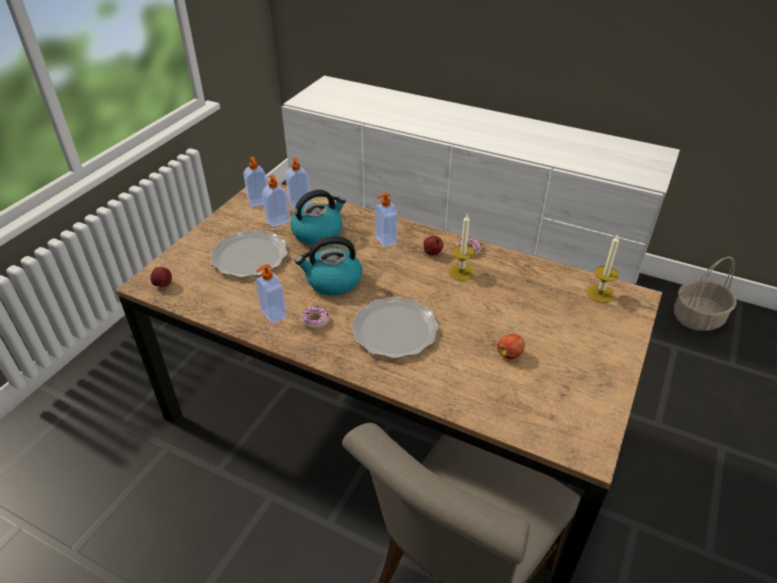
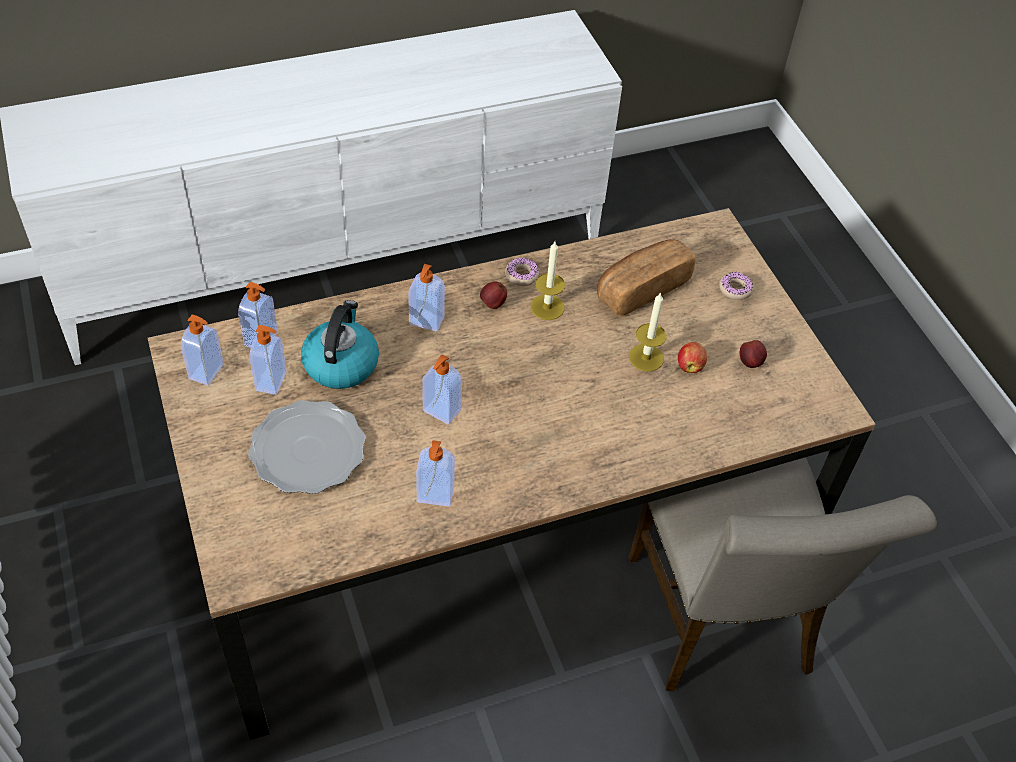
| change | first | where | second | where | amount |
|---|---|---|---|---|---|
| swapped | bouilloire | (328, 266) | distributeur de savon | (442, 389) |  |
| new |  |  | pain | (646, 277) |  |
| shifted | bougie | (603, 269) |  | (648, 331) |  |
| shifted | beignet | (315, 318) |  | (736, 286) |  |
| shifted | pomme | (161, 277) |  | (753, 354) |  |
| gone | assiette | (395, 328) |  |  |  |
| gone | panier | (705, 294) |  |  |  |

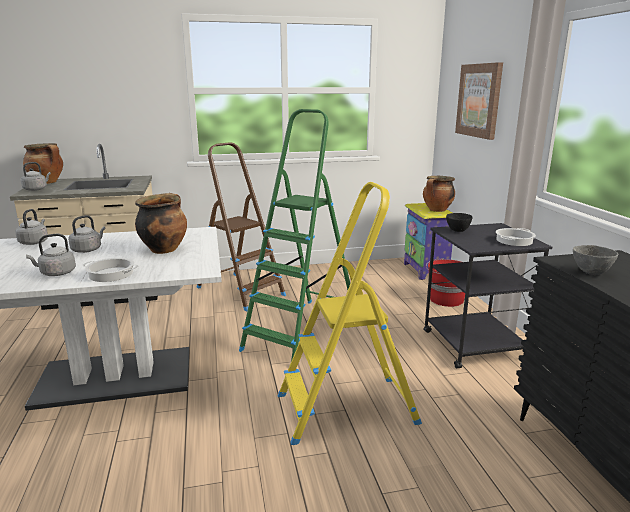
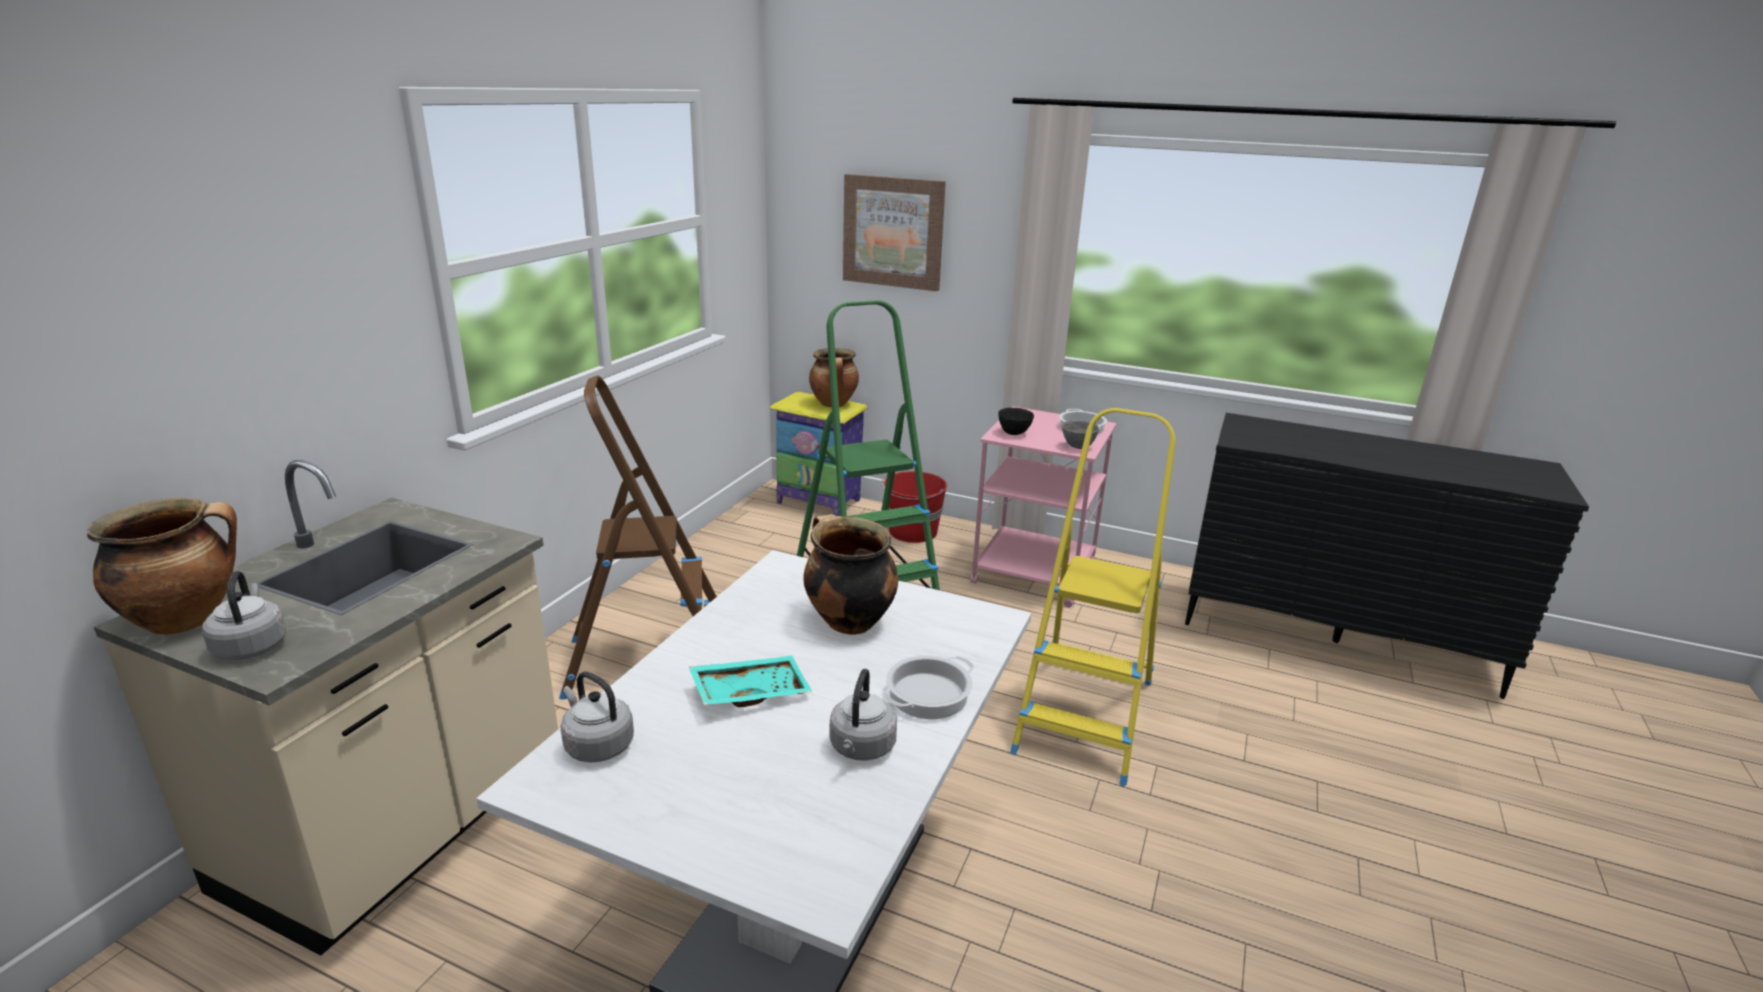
| change | first | where | second | where | amount |
|---|---|---|---|---|---|
| swapped | bouilloire/gris | (87, 234) | plateau/turquoise | (750, 681) |  |
| repainted | chariot/noir | (487, 296) | chariot/rose | (1043, 507) |  |
| shifted | bol/gris | (595, 260) |  | (1080, 434) |  |

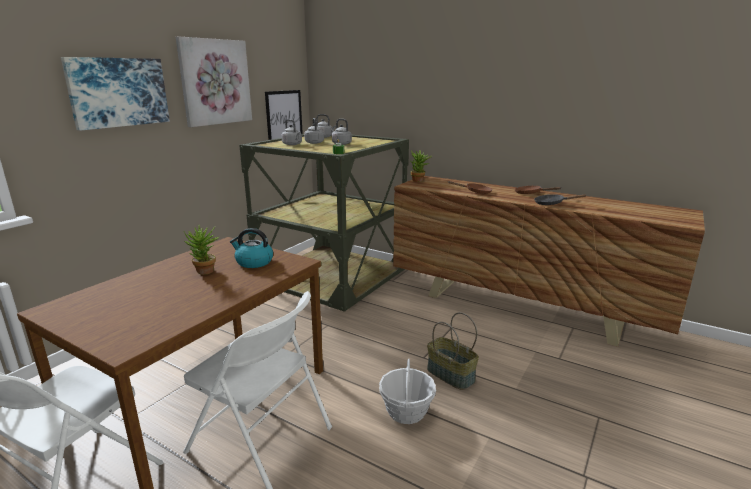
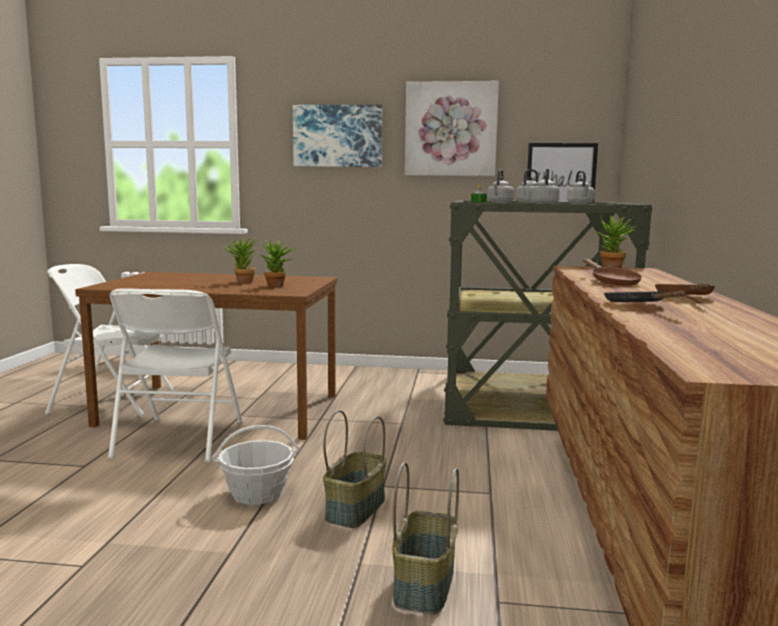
| change | first | where | second | where | amount |
|---|---|---|---|---|---|
| swapped | bouilloire | (251, 248) | plante en pot | (278, 263) |  |
| new |  |  | panier | (425, 538) |  |

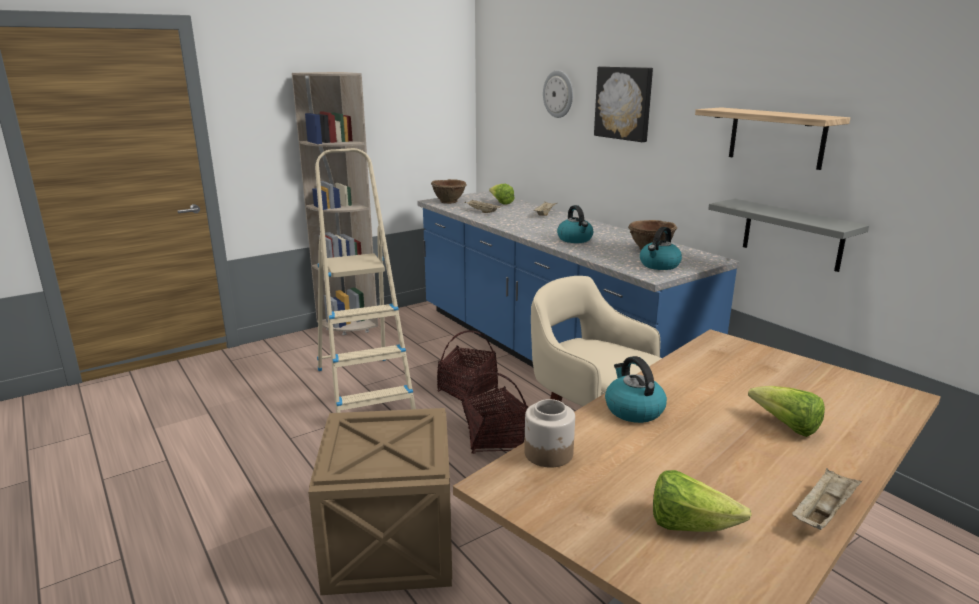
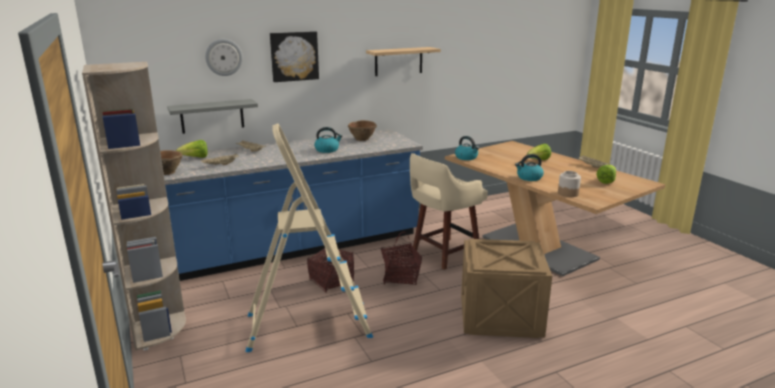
| change | first | where | second | where | amount |
|---|---|---|---|---|---|
| shifted | étagère/gris | (788, 235) |  | (212, 116) |  |
| shifted | bouilloire | (661, 248) |  | (467, 148) |  |

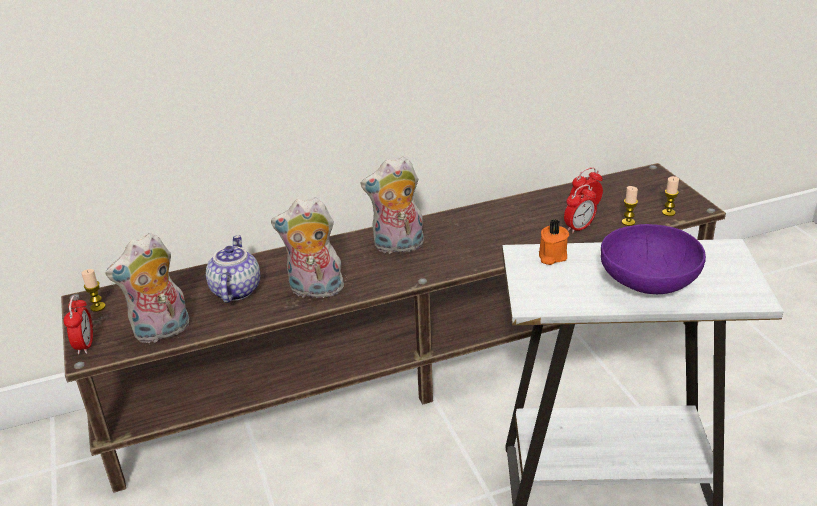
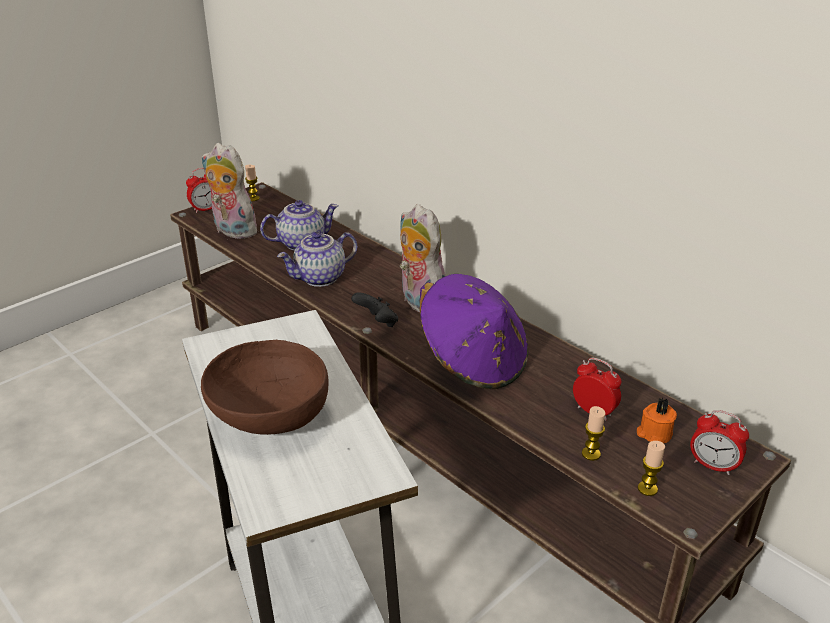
| change | first | where | second | where | amount |
|---|---|---|---|---|---|
| repainted | bol/violet | (653, 259) | bol/marron | (265, 387) |  |
| swapped | peluche | (308, 247) | théière | (317, 259) |  |
| new |  |  | manette/noir | (374, 309) |  |
| new |  |  | chapeau/violet | (474, 331) |  |
| shifted | bougie/orange | (554, 242) |  | (657, 420) |  |
| shifted | réveil | (580, 209) |  | (719, 442) |  |

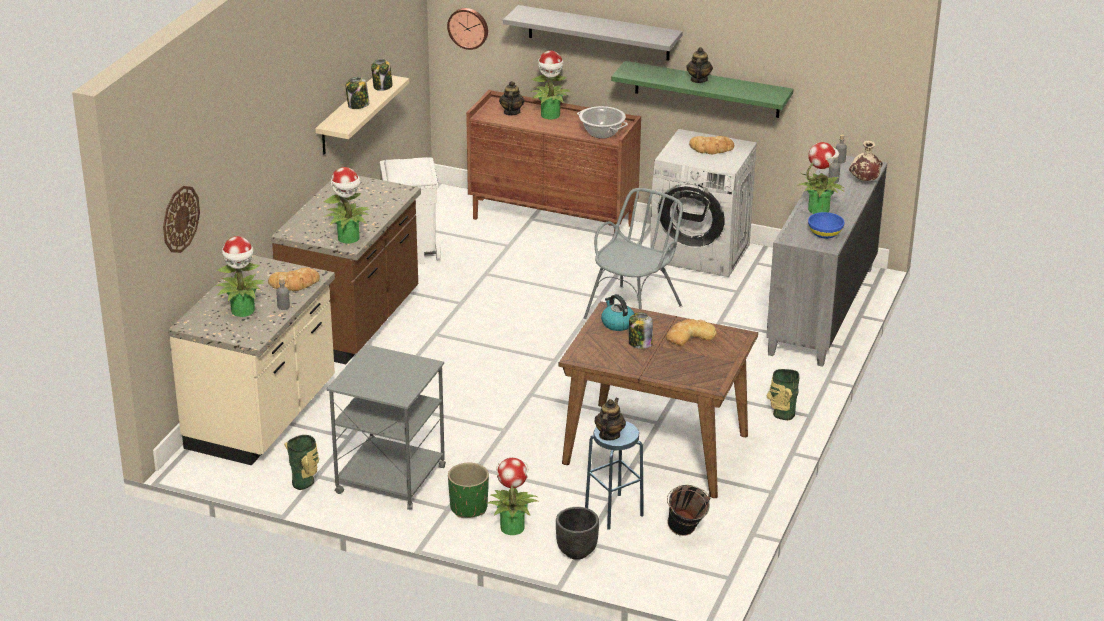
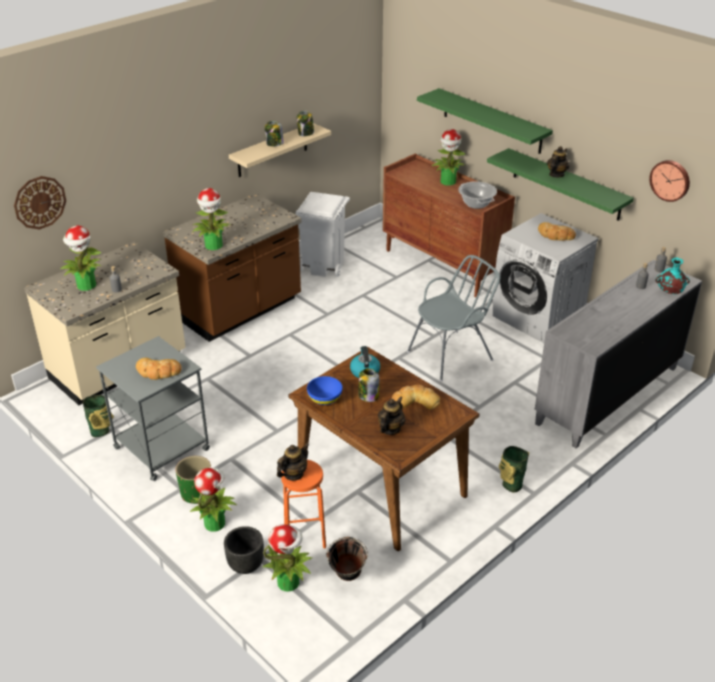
| change | first | where | second | where | amount |
|---|---|---|---|---|---|
| shifted | pain | (294, 279) |  | (159, 369) |  |
| shifted | plante en pot | (821, 178) |  | (287, 558) |  |
| repainted | tabouret/bleu | (614, 475) | tabouret/orange | (303, 504) |  |
| shifted | bol/bleu | (826, 225) |  | (325, 390) |  |
| shifted | théière | (512, 98) |  | (391, 415) |  |
| repainted | étagère/gris | (593, 33) | étagère/vert | (485, 121) |  |
| shifted | horloge murale | (467, 29) |  | (669, 181) |  |
| repainted | vase/beige | (866, 161) | vase/turquoise | (672, 276) |  |

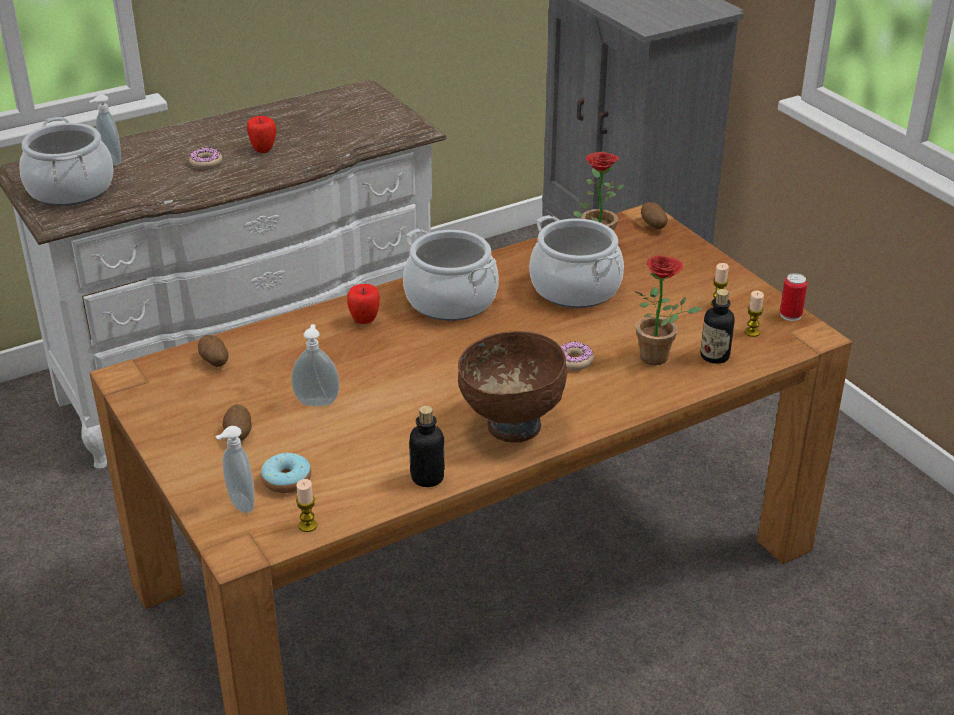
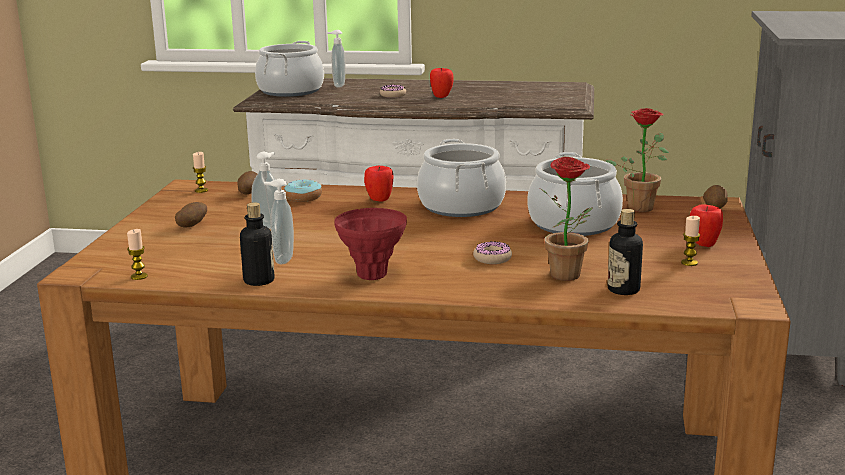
| change | first | where | second | where | amount |
|---|---|---|---|---|---|
| shifted | bougie | (754, 314) |  | (200, 172) |  |
| shifted | distributeur de savon | (234, 469) |  | (279, 221) |  |
| shifted | beignet | (286, 473) |  | (303, 191) |  |
| swapped | bol/marron | (512, 387) | vase/rouge | (370, 244) |  |
| new |  |  | pomme | (706, 225) |  |
| gone | boîte métallique | (793, 297) |  |  |  |

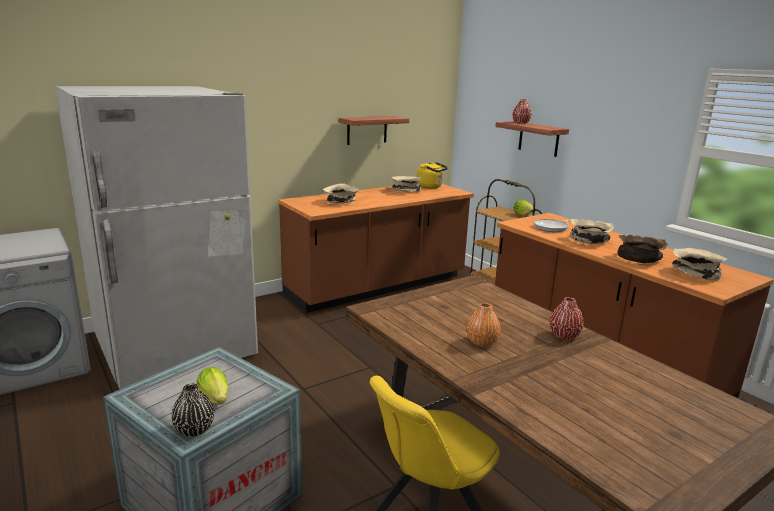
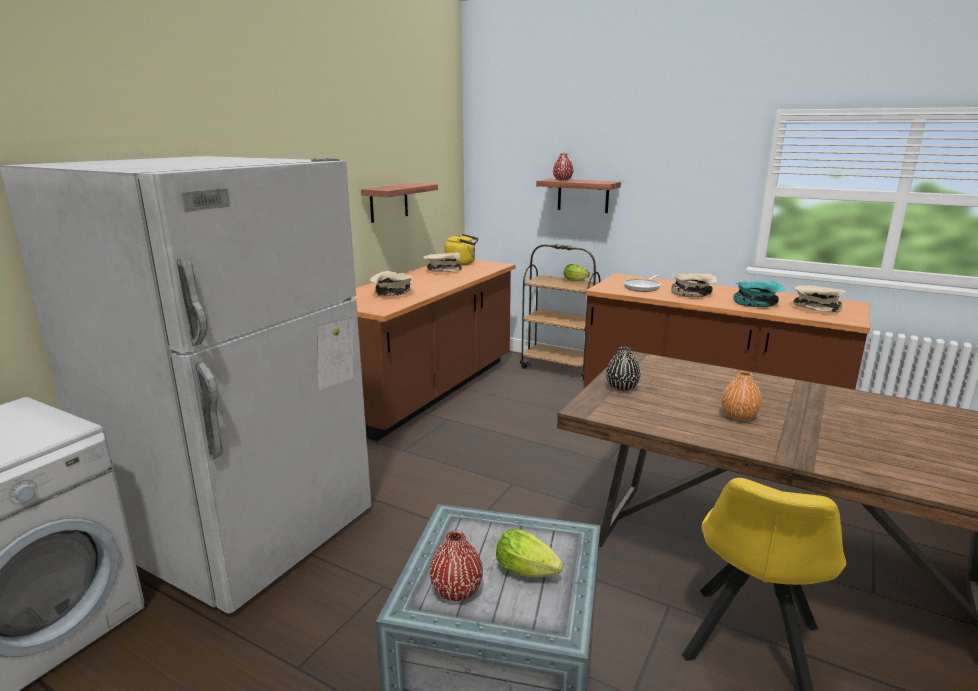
| change | first | where | second | where | amount |
|---|---|---|---|---|---|
| shifted | vase/rouge | (567, 318) |  | (456, 566) |  |
| shifted | vase/noir | (193, 410) |  | (623, 369) |  |
| repainted | bol/marron | (643, 249) | bol/turquoise | (759, 294) |  |

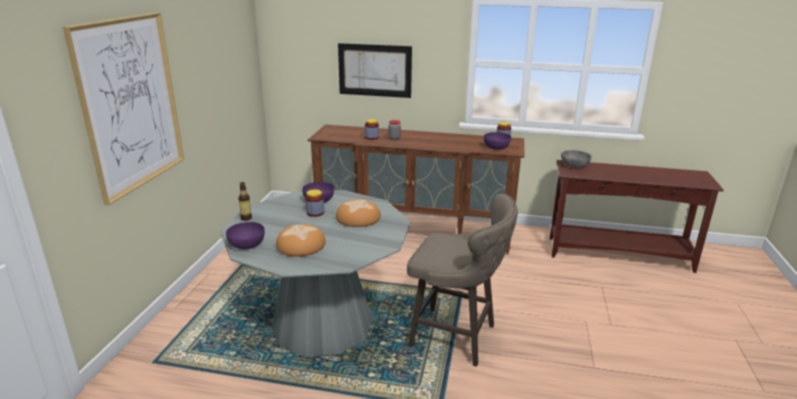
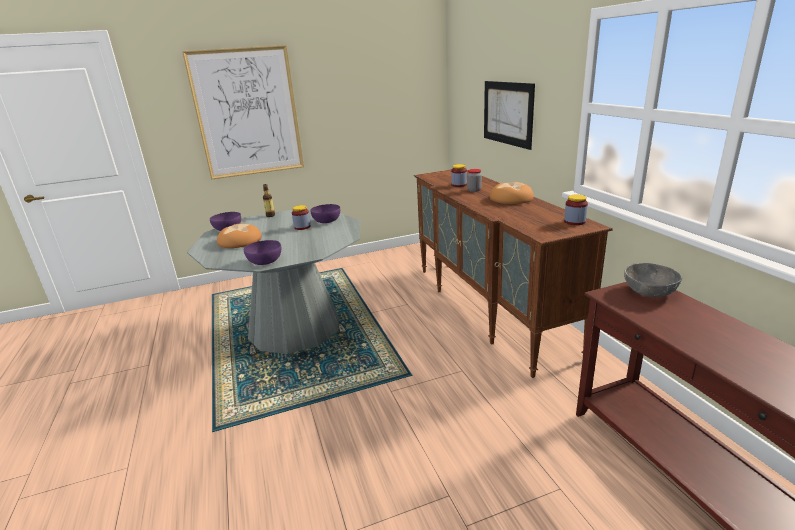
| change | first | where | second | where | amount |
|---|---|---|---|---|---|
| shifted | bol/violet | (497, 141) |  | (262, 252) |  |
| shifted | pain | (358, 213) |  | (512, 193) |  |
| gone | tabouret/beige | (462, 280) |  |  |  |

